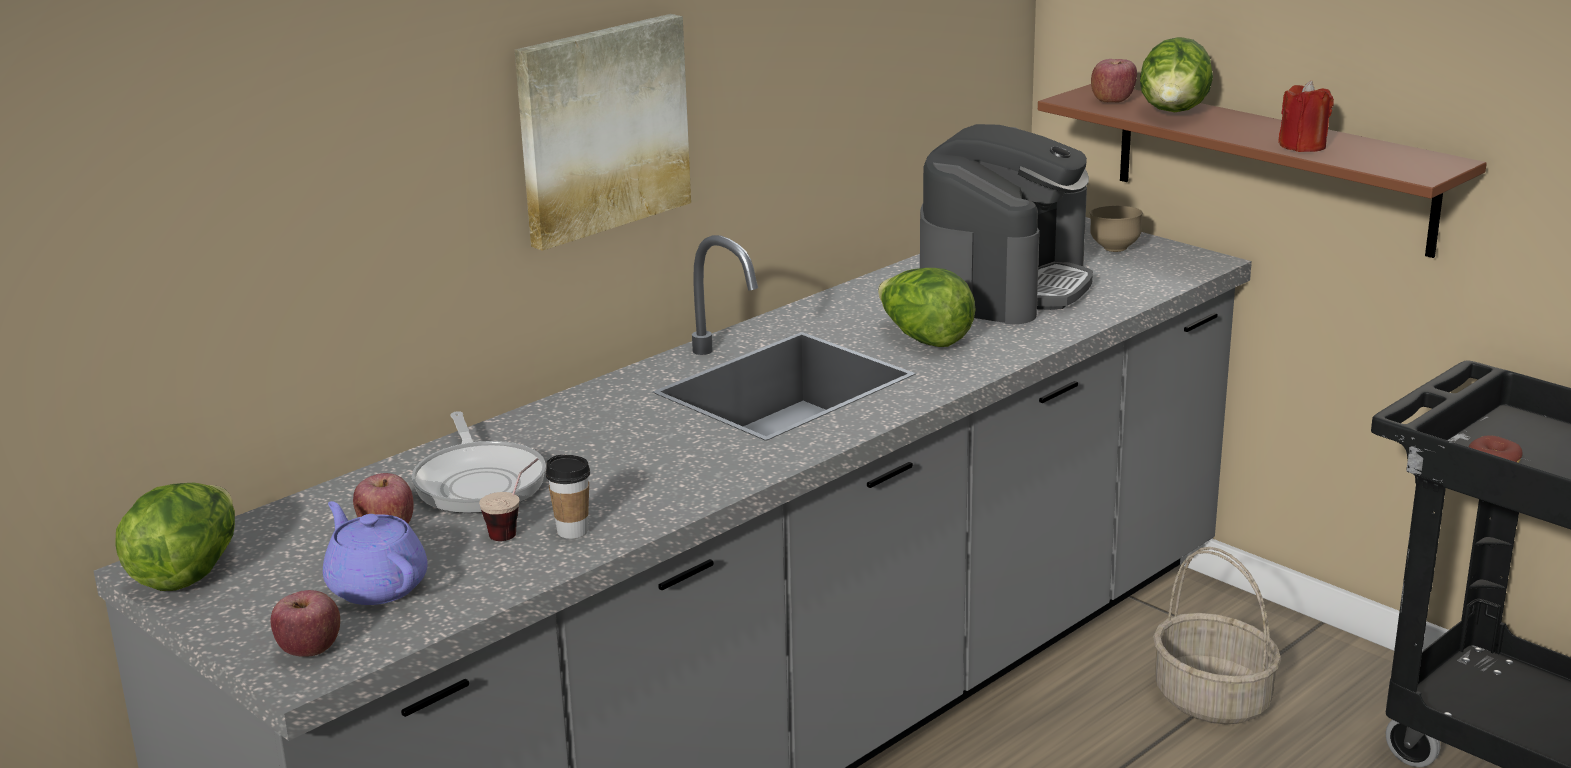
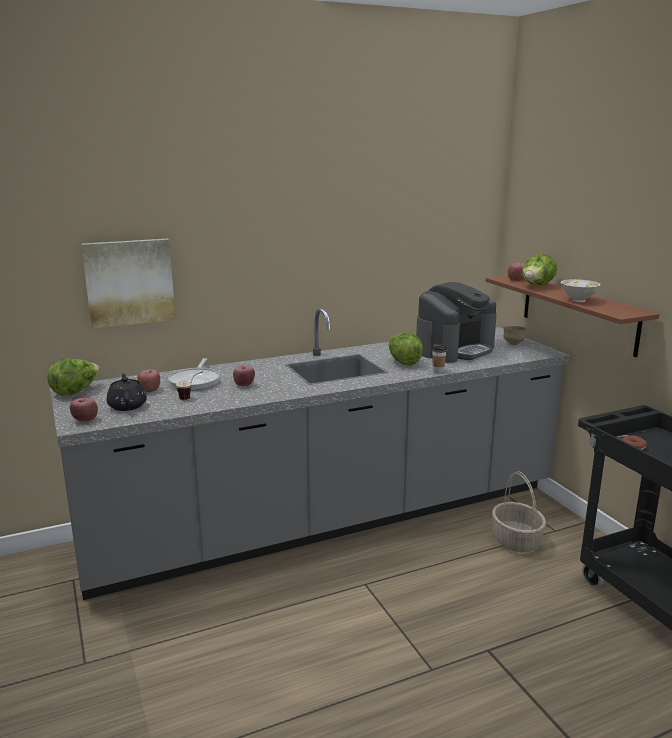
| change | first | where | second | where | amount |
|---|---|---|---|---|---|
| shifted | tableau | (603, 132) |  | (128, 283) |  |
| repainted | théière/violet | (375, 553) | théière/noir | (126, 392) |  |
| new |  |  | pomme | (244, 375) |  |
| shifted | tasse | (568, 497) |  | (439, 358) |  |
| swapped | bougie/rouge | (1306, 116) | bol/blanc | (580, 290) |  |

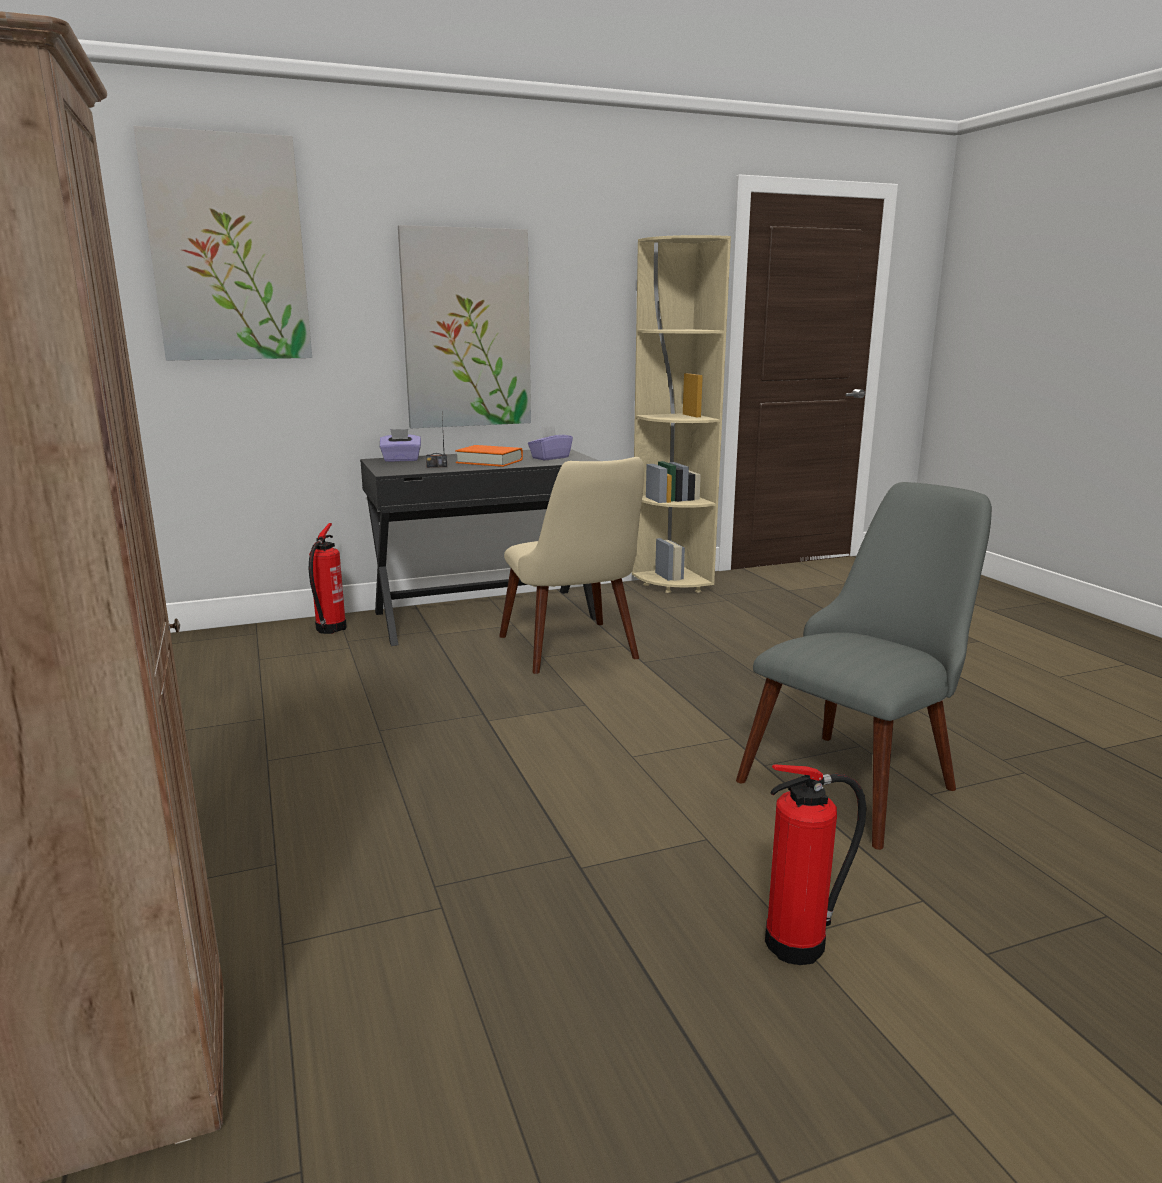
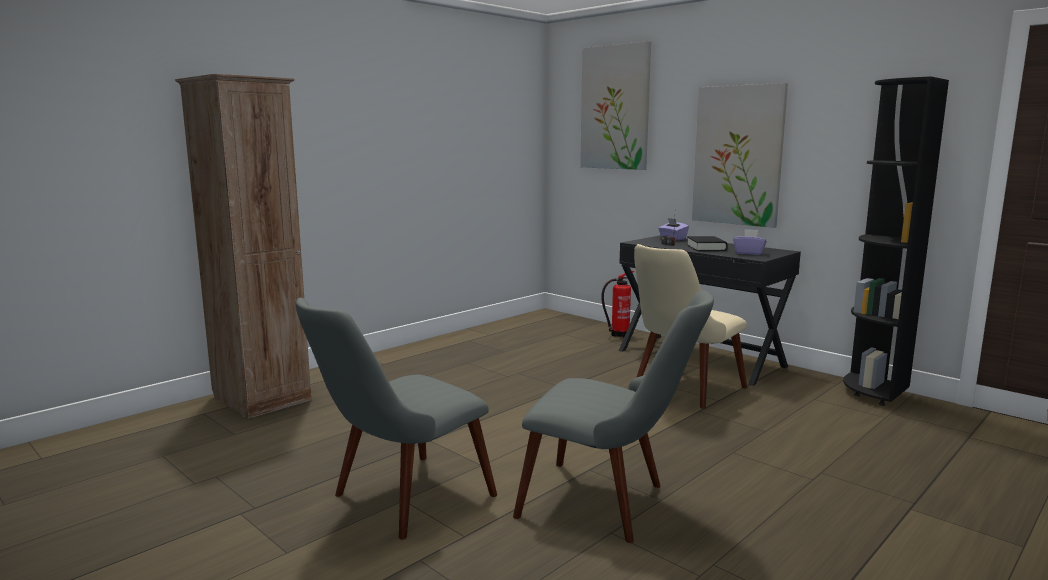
| change | first | where | second | where | amount |
|---|---|---|---|---|---|
| swapped | extincteur | (816, 864) | chaise/gris | (396, 419) |  |
| repainted | livre/orange | (489, 456) | livre/noir | (707, 243) |  |
| repainted | bibliothèque/beige | (681, 414) | bibliothèque/noir | (896, 241) |  |

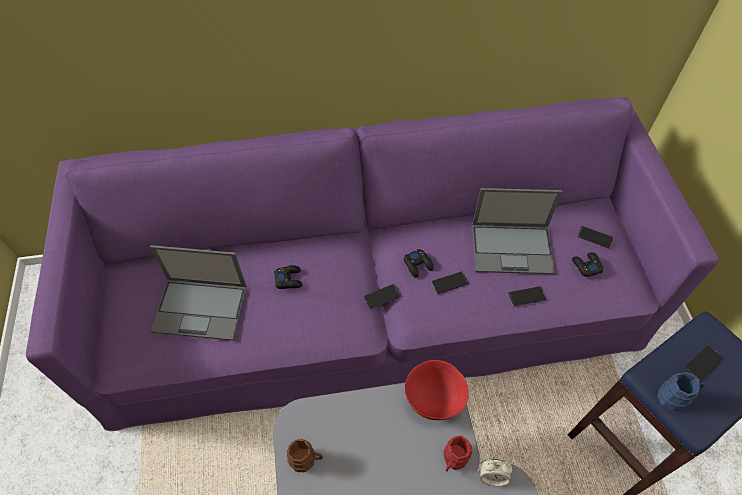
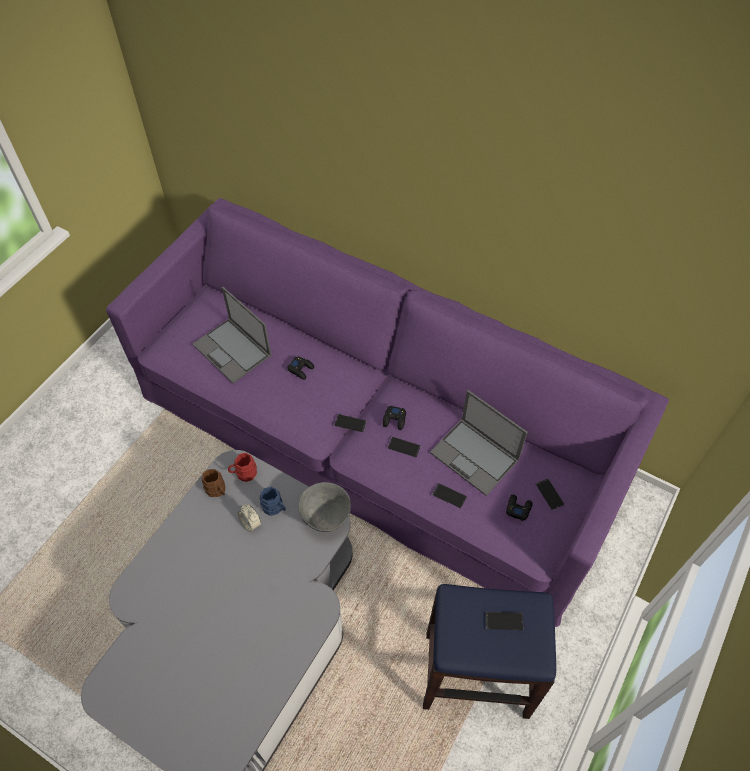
| change | first | where | second | where | amount |
|---|---|---|---|---|---|
| shifted | mug/rouge | (458, 453) |  | (242, 467) |  |
| shifted | réveil | (496, 473) |  | (249, 518) |  |
| shifted | mug/bleu | (681, 391) |  | (273, 501) |  |
| repainted | bol/rouge | (437, 390) | bol/gris | (325, 507) |  |

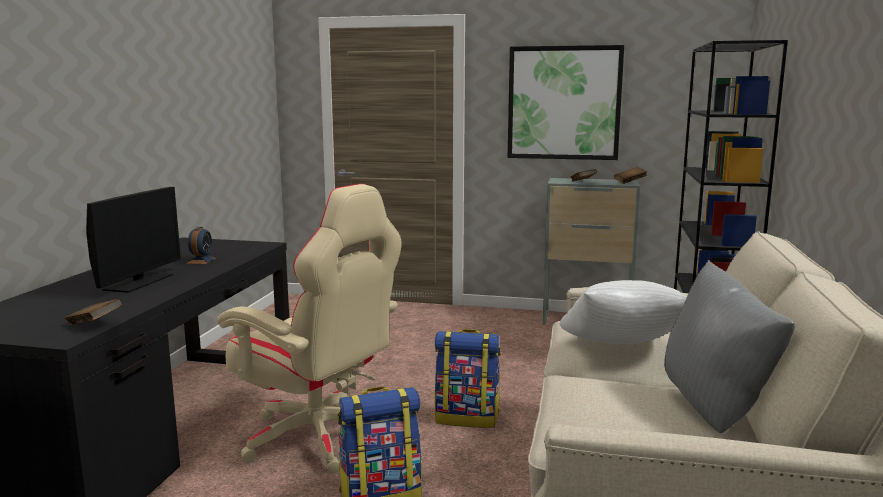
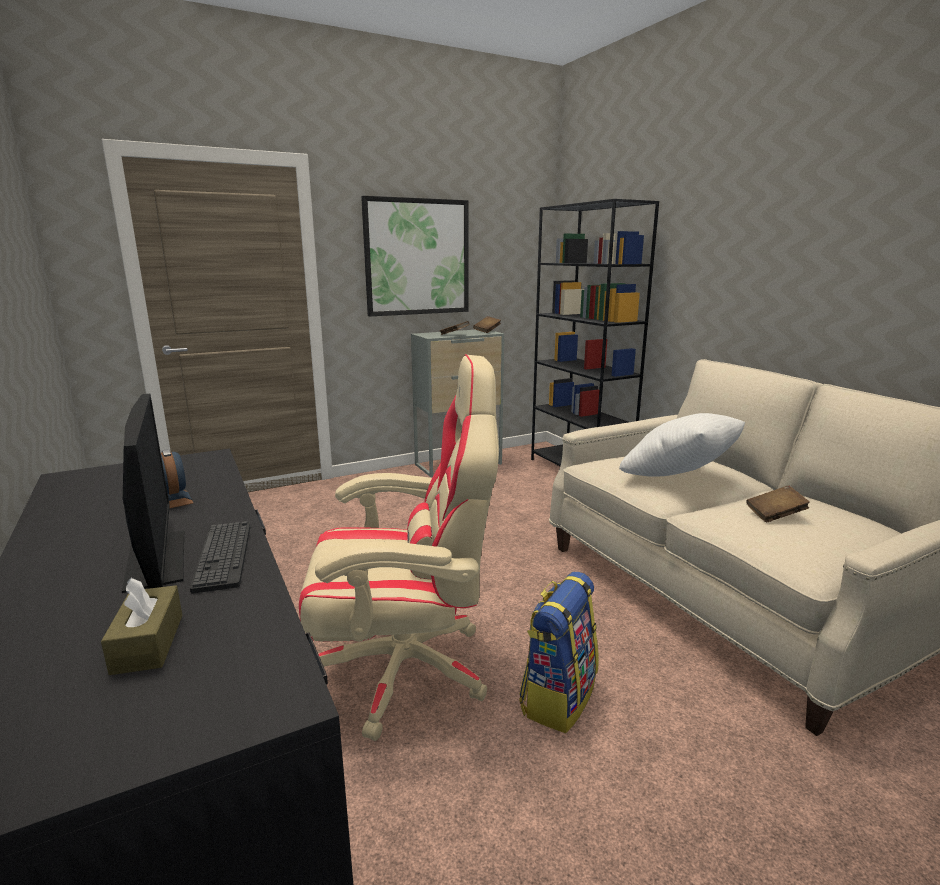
| change | first | where | second | where | amount |
|---|---|---|---|---|---|
| new |  |  | boîte à mouchoirs/marron | (141, 626) |  |
| new |  |  | clavier | (220, 557) |  |
| shifted | livre/marron | (94, 312) |  | (778, 503) |  |
| gone | sac à dos | (467, 378) |  |  |  |
| gone | coussin/gris | (729, 346) |  |  |  |

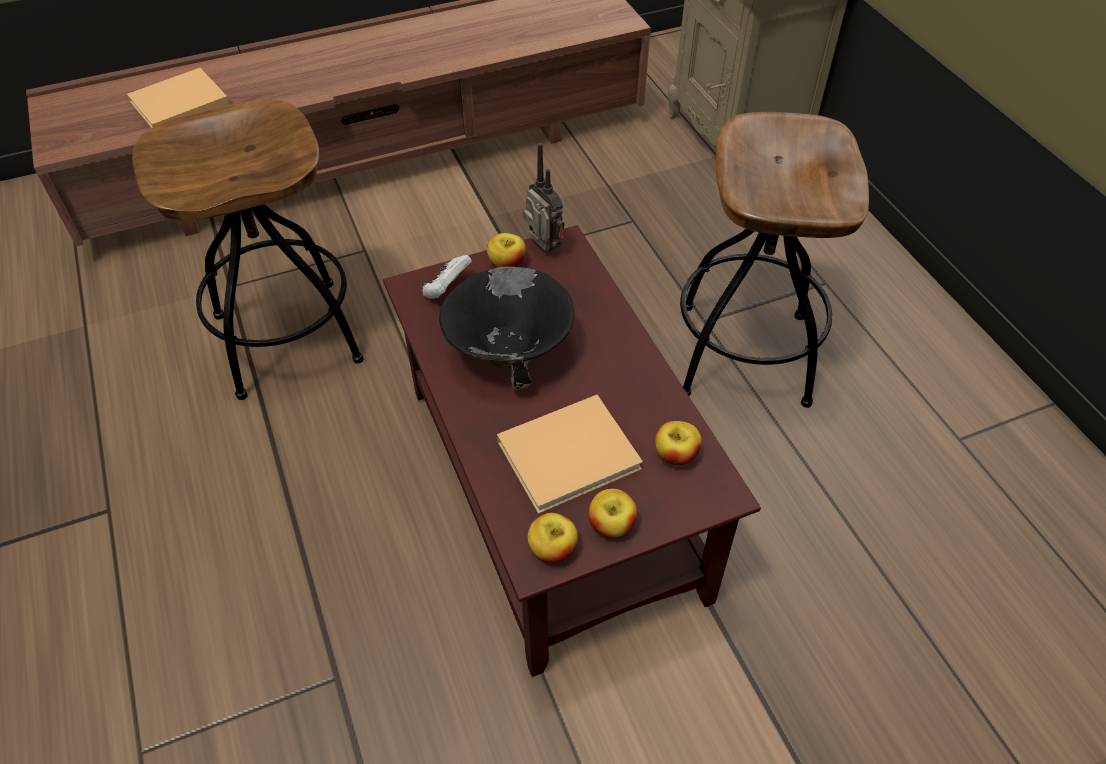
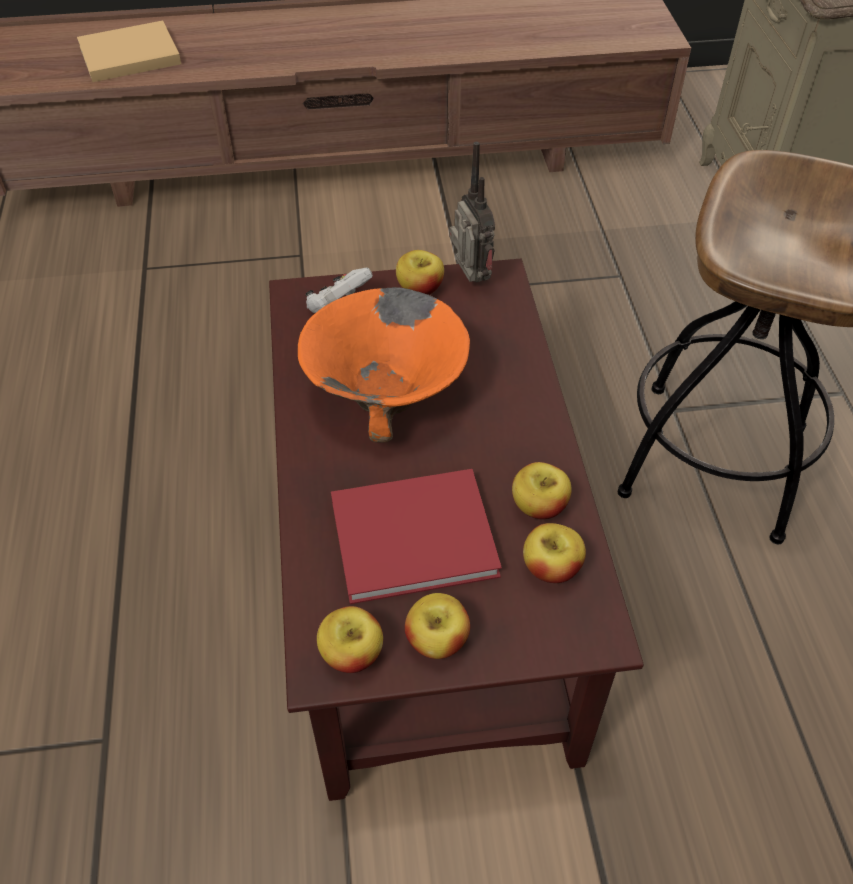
| change | first | where | second | where | amount |
|---|---|---|---|---|---|
| repainted | bol/noir | (506, 328) | bol/orange | (384, 365) |  |
| repainted | livre/beige | (570, 454) | livre/rouge | (416, 536) |  |
| new |  |  | pomme | (541, 490) |  |
| gone | tabouret/marron | (247, 250) |  |  |  |

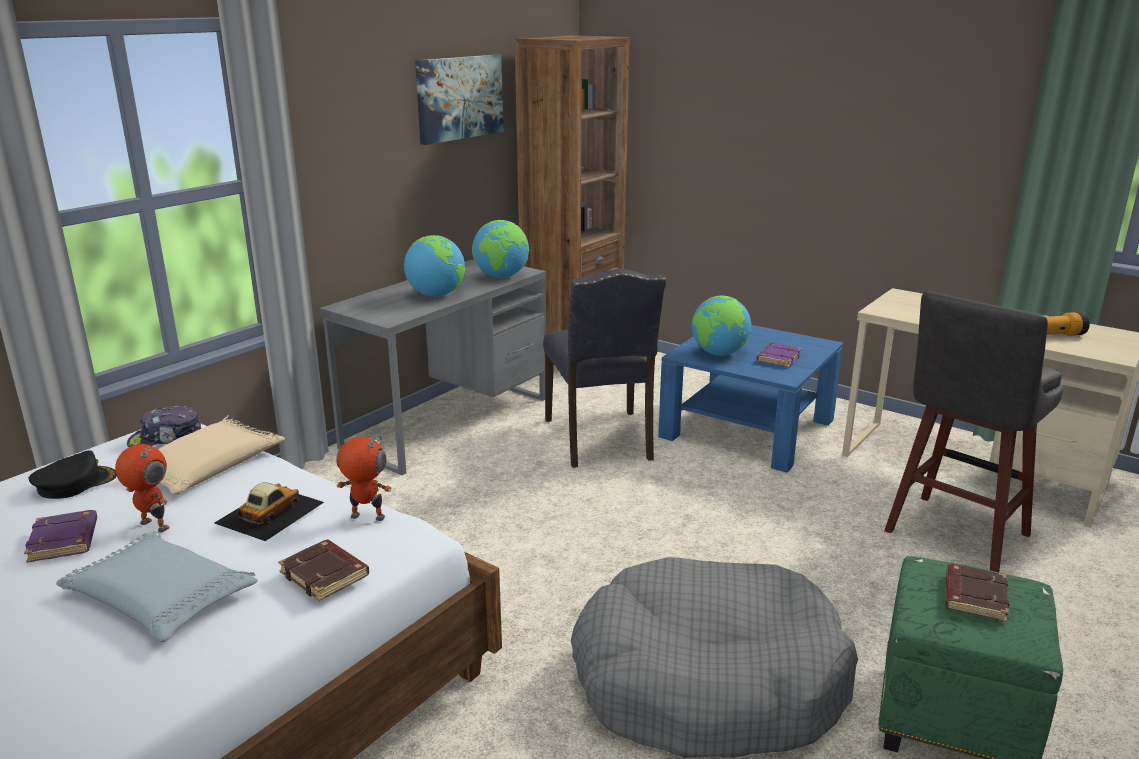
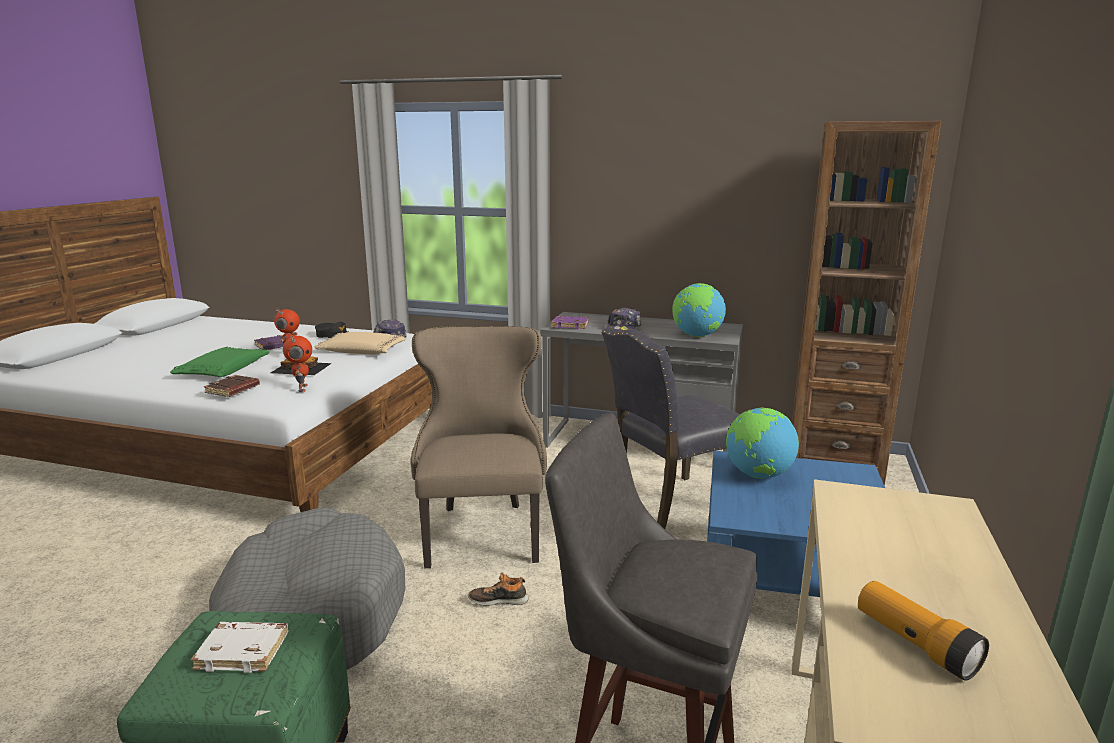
| change | first | where | second | where | amount |
|---|---|---|---|---|---|
| repainted | coussin/bleu | (157, 586) | coussin/vert | (220, 362) |  |
| repainted | livre/marron | (977, 593) | livre/blanc | (239, 647) |  |
| new |  |  | chaise/beige | (479, 447) |  |
| new |  |  | chaussure | (498, 589) |  |
| shifted | livre/violet | (779, 355) |  | (570, 322) |  |
| swapped | globe | (434, 266) | casquette | (623, 318) |  |
| gone | tableau | (459, 99) |  |  |  |

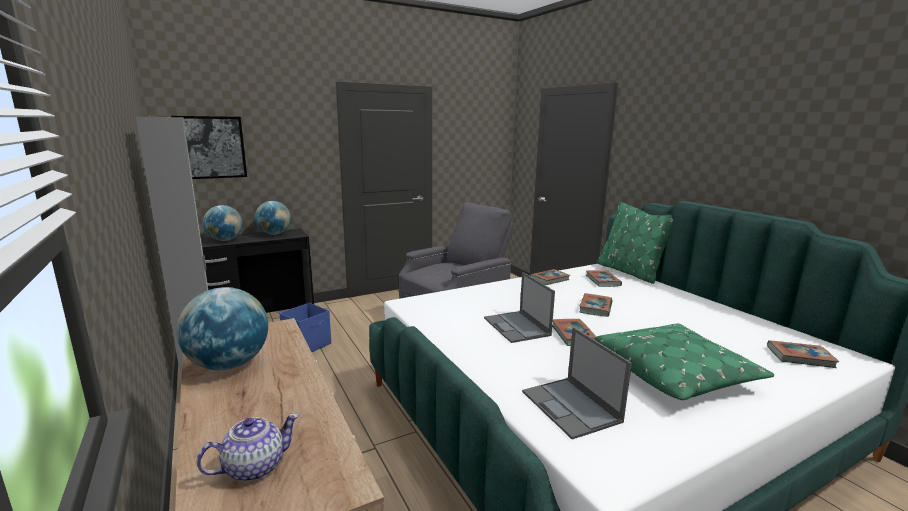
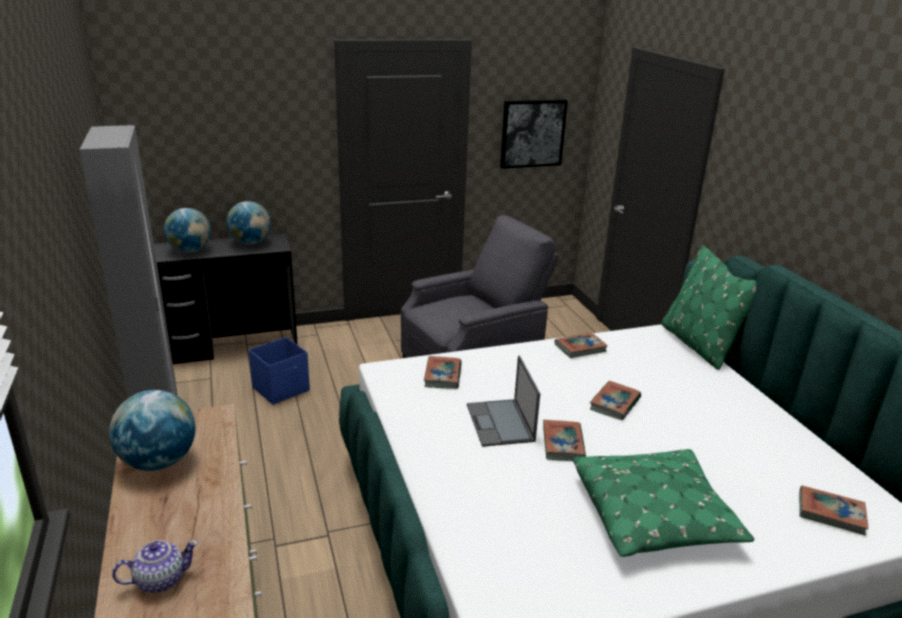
| change | first | where | second | where | amount |
|---|---|---|---|---|---|
| shifted | livre | (604, 278) |  | (443, 372) |  |
| shifted | tableau | (209, 147) |  | (534, 134) |  |
| gone | ordinateur portable | (577, 383) |  |  |  |

